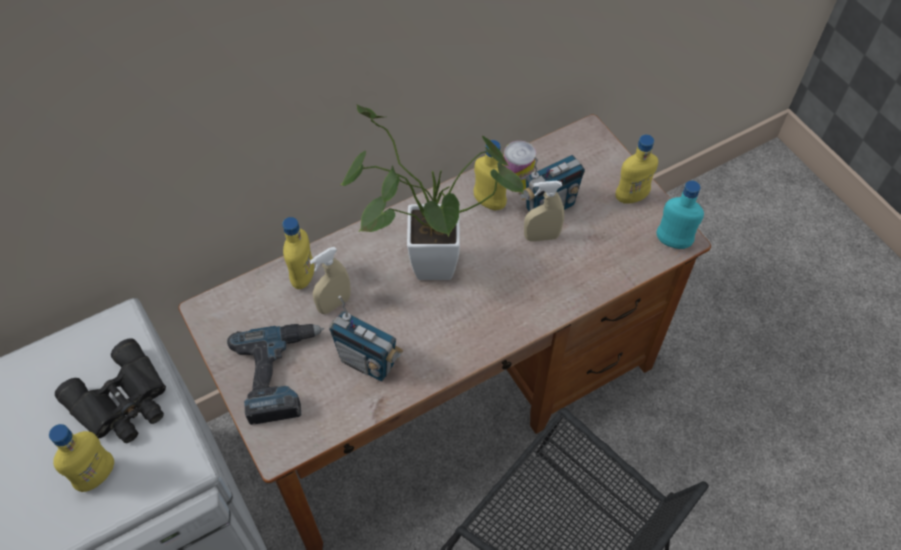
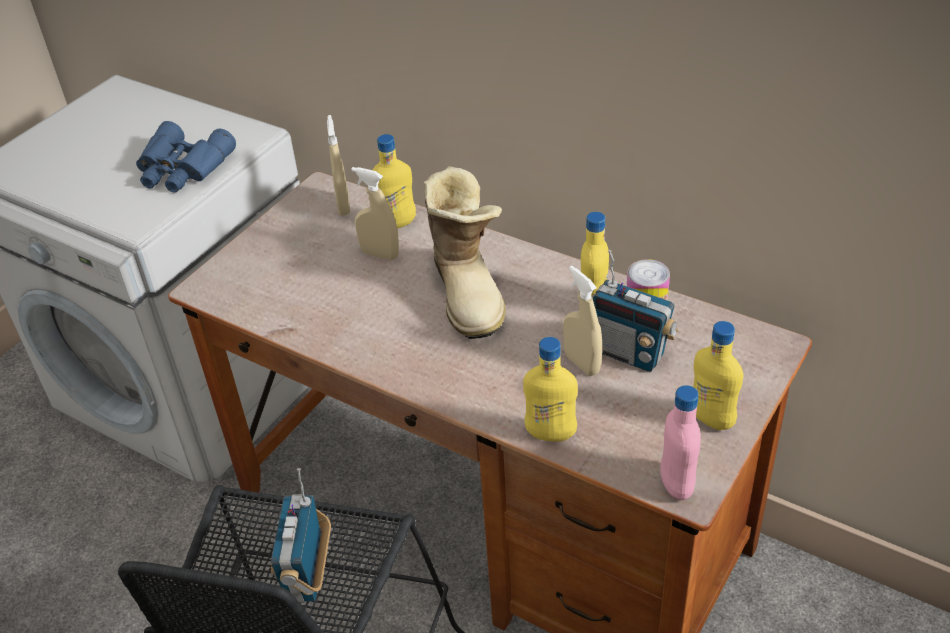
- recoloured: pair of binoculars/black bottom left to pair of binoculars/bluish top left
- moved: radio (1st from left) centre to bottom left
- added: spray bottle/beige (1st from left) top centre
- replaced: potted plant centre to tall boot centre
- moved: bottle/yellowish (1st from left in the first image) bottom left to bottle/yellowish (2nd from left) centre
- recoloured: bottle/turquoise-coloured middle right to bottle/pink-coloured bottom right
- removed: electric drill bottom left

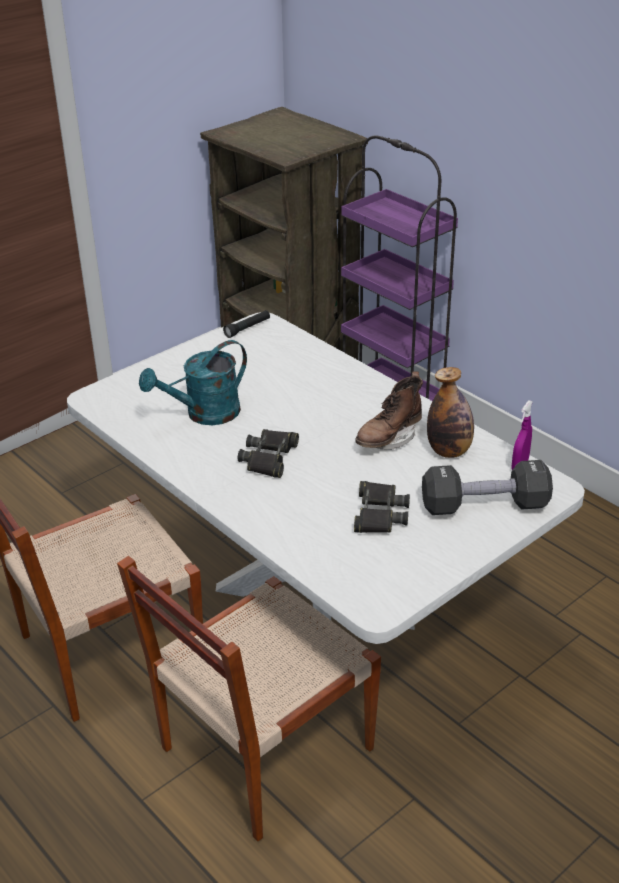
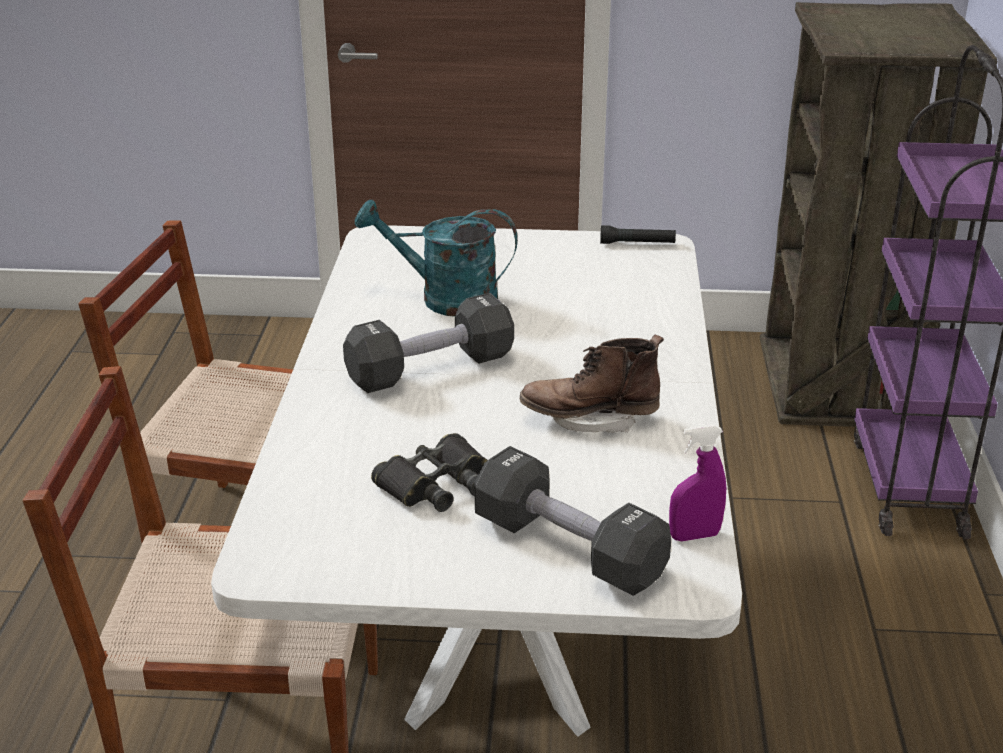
- replaced: pair of binoculars/black (1st from left) centre to dumbbell/black (1st from left) centre
- removed: bottle middle right

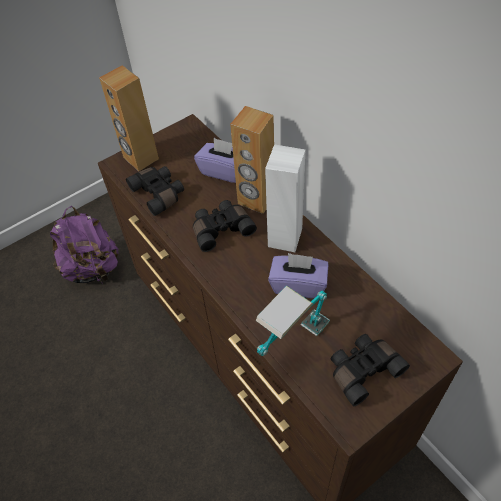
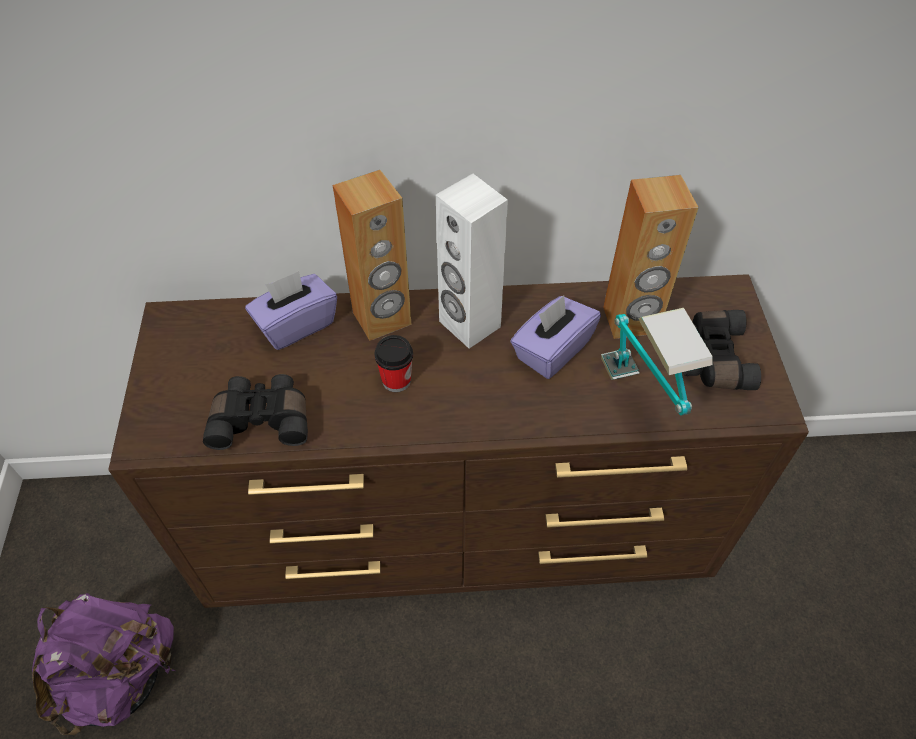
- replaced: pair of binoculars/black (2nd from left) centre to cup centre
- moved: loudspeaker/brownish (1st from left in the first image) top left to loudspeaker/brownish (2nd from left) middle right

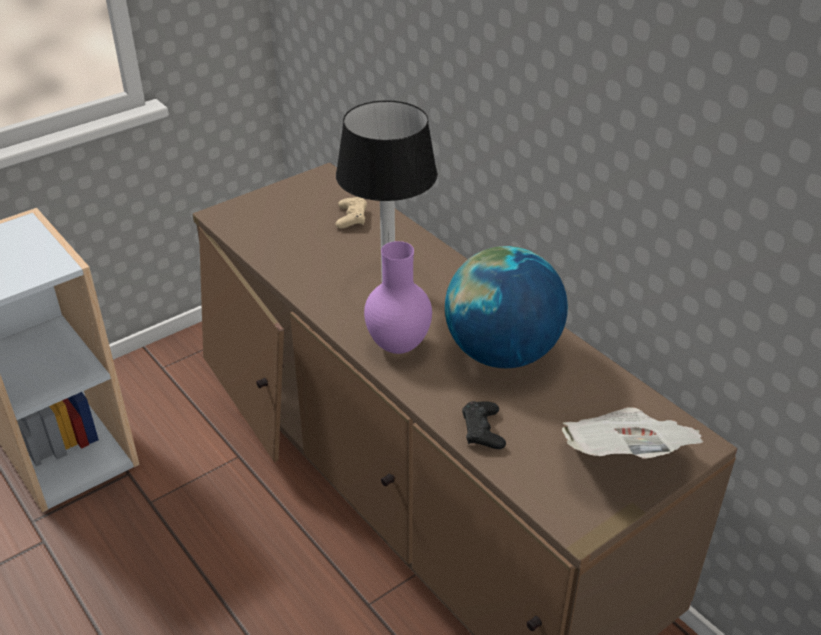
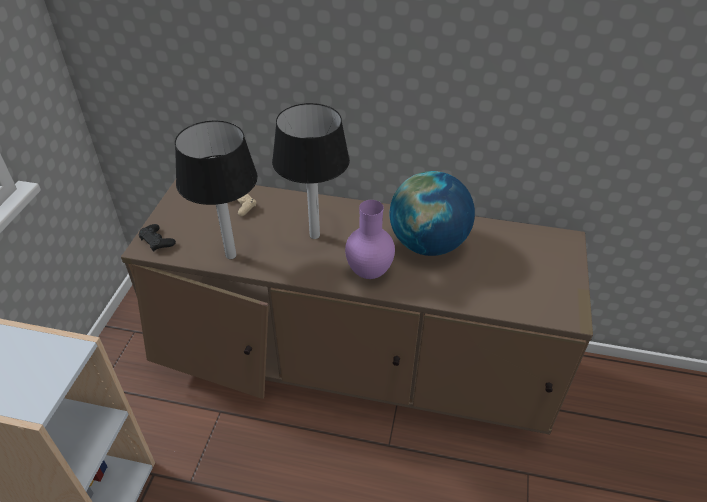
- moved: game controller/black bottom centre to middle left
- added: tabletop lamp (1st from left) middle left
- removed: daily paper bottom right

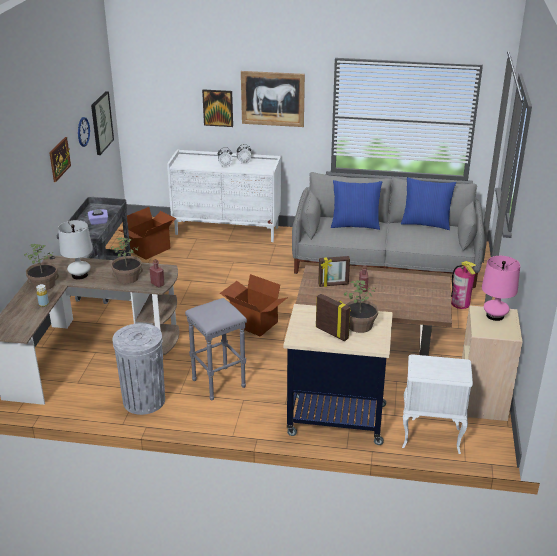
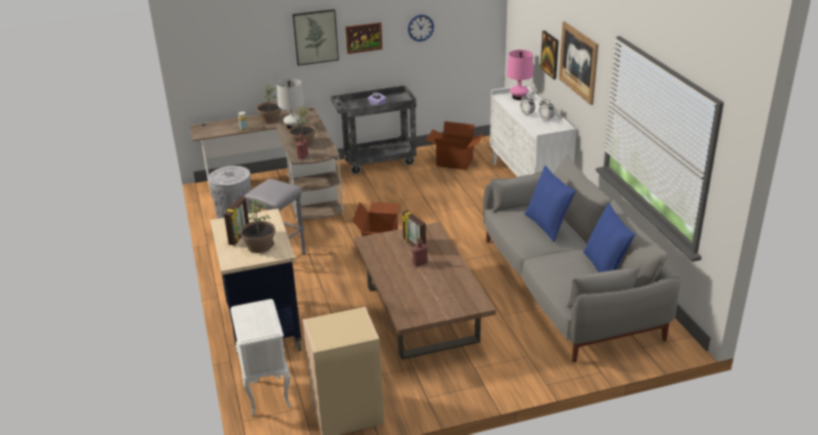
- moved: wall picture (2nd from left in the first image) top left to wall picture (1st from left) top centre
- moved: tabletop lamp/pink-coloured middle right to top centre
- removed: fire-fighting cylinder middle right

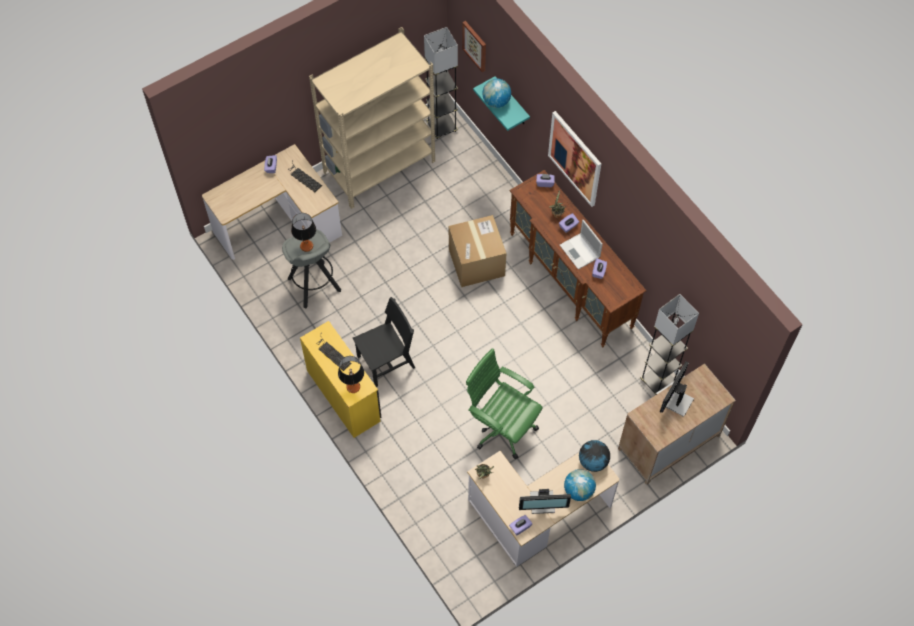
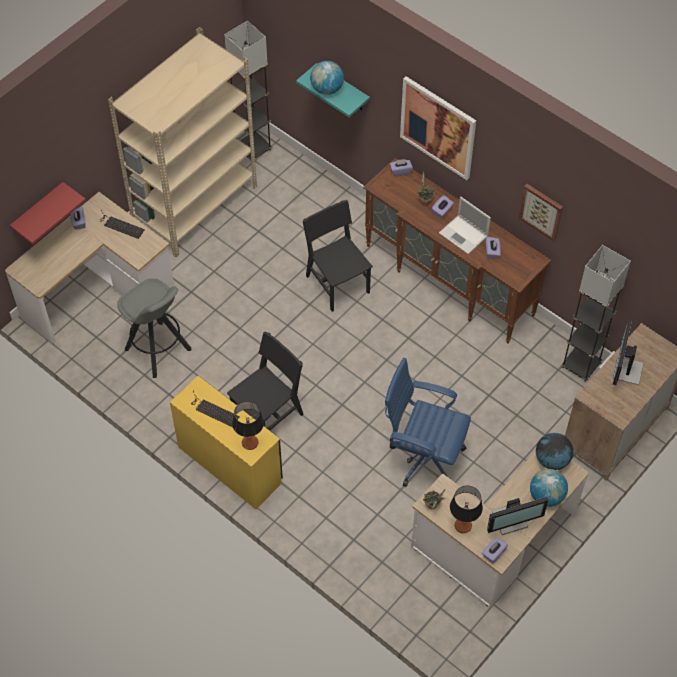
- added: shelf/red-coloured top left
- replaced: cardboard box centre to chair/black (2nd from left) centre
- recoloured: desk chair/green centre to desk chair/bluish centre
- moved: tabletop lamp (1st from left in the first image) middle left to tabletop lamp (2nd from left) bottom right
- moved: wall picture (1st from left in the first image) top centre to wall picture (2nd from left) top right

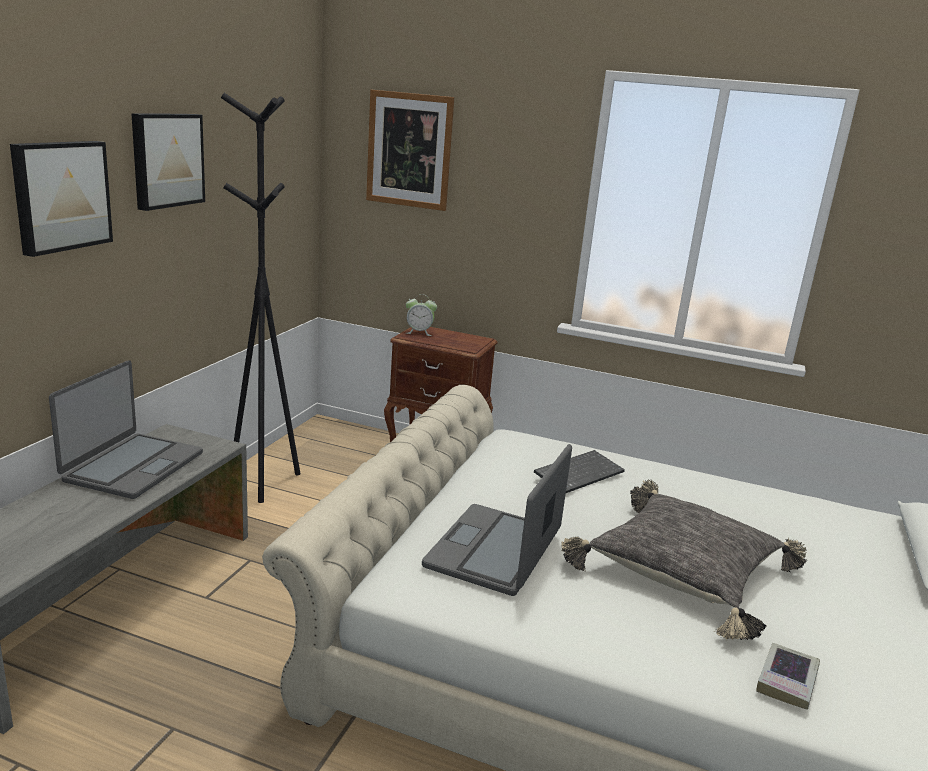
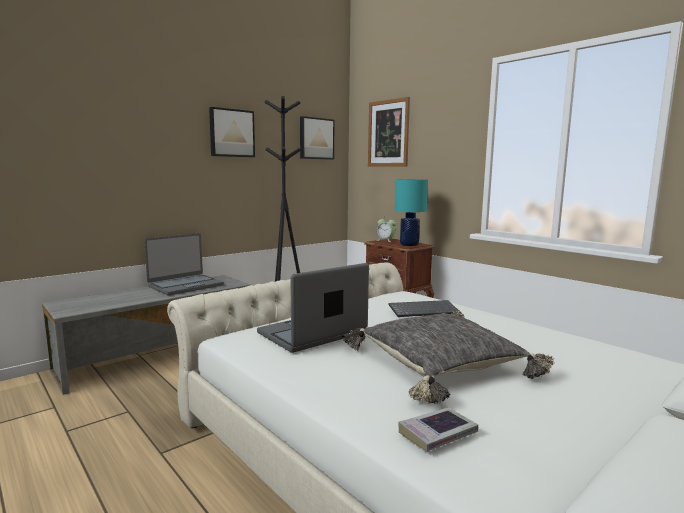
- moved: wall picture (1st from left in the first image) top left to wall picture (2nd from left) top centre
- added: tabletop lamp/turquoise-coloured centre

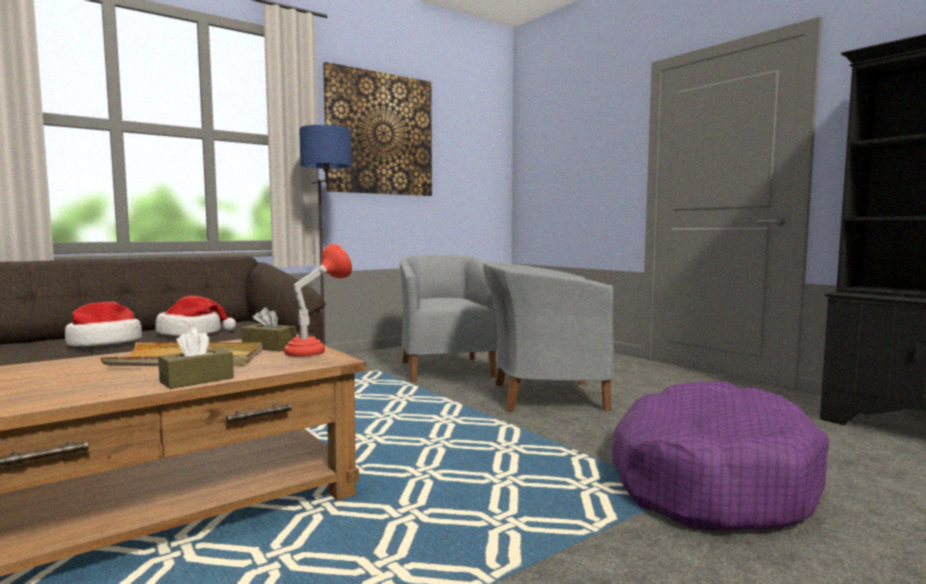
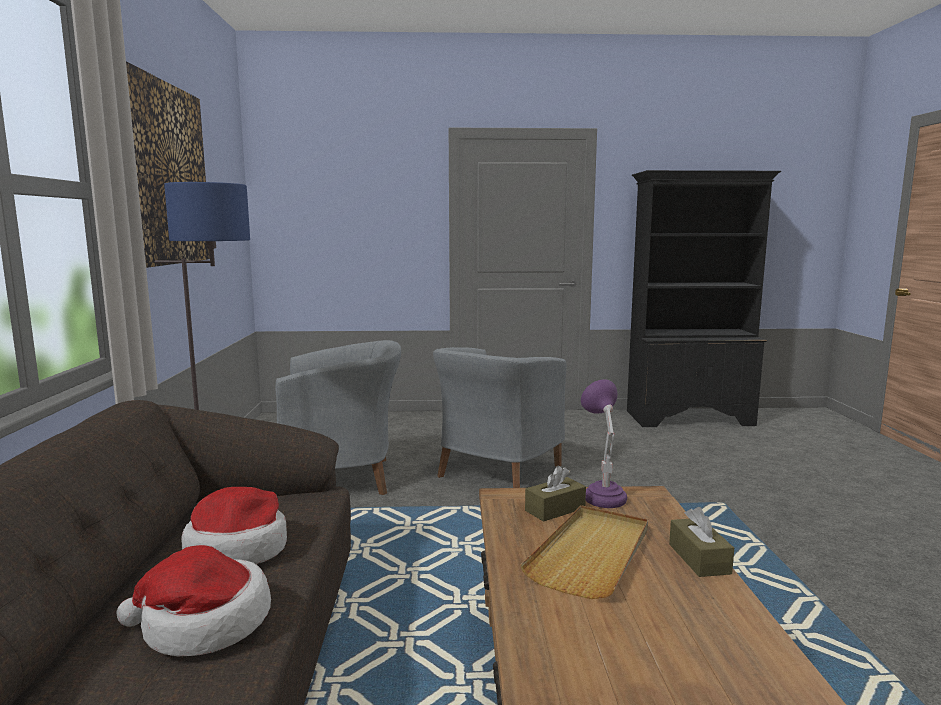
- turned: easy chair/gray (1st from left) centre = centre 150 degrees clockwise
- recoloured: tabletop lamp/red-coloured centre to tabletop lamp/purplish centre
- removed: pet bed/purplish bottom right

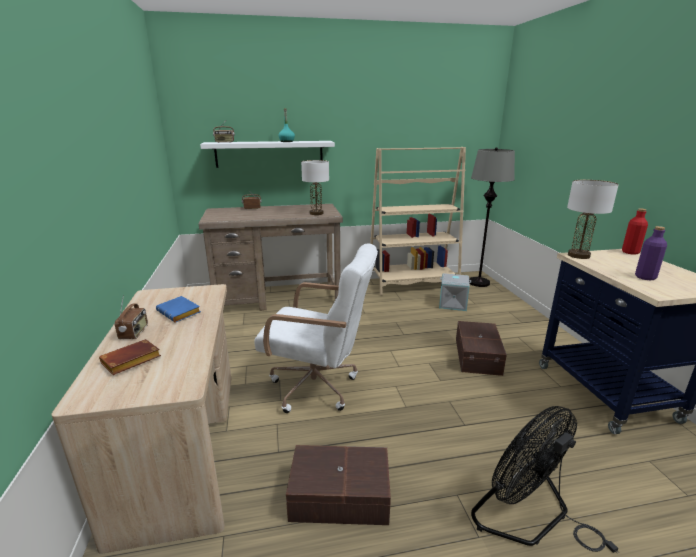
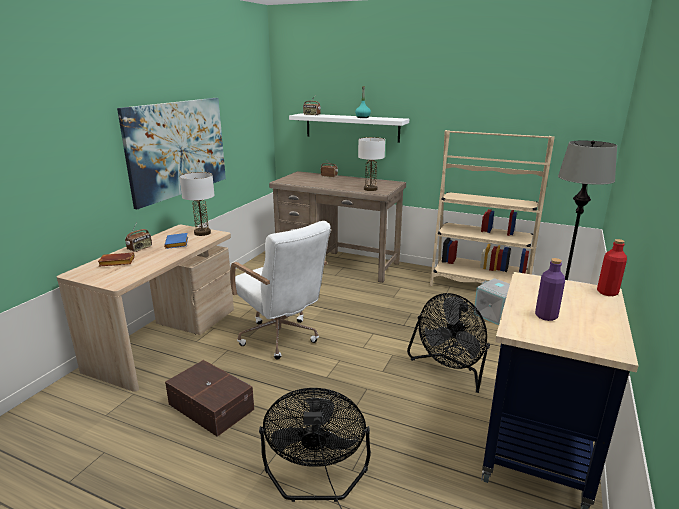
- added: wall picture top left
- moved: tabletop lamp (2nd from left in the first image) middle right to tabletop lamp (1st from left) middle left
- replaced: storage bin/brownish (2nd from left) middle right to electric fan/black (2nd from left) bottom centre

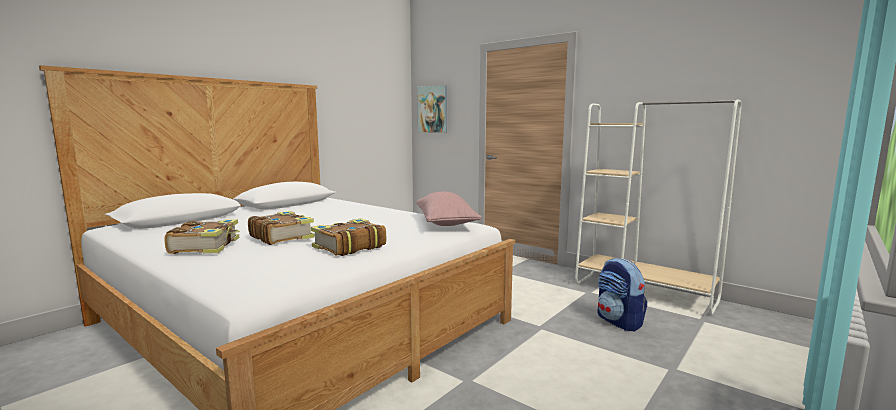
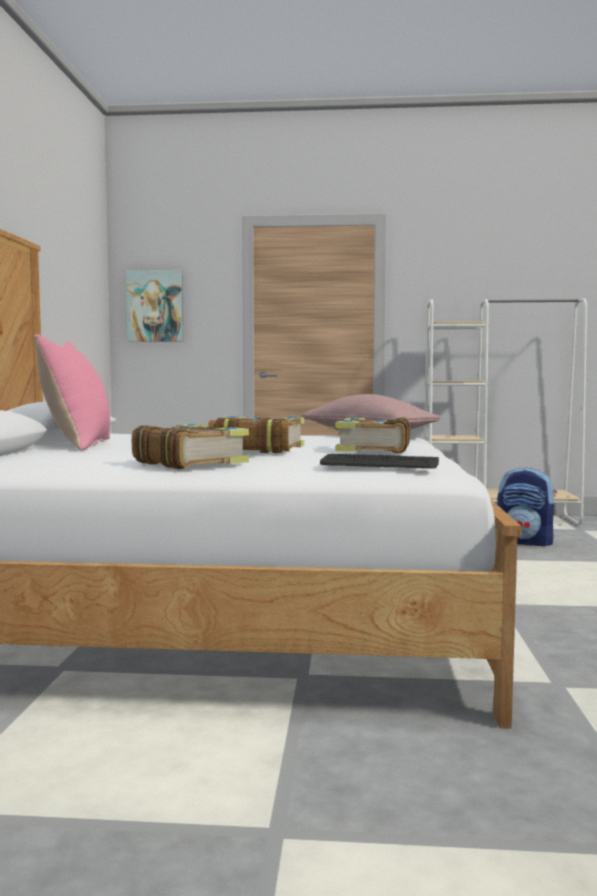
- added: cushion/pink-coloured (1st from left) middle left
- added: computer keyboard centre

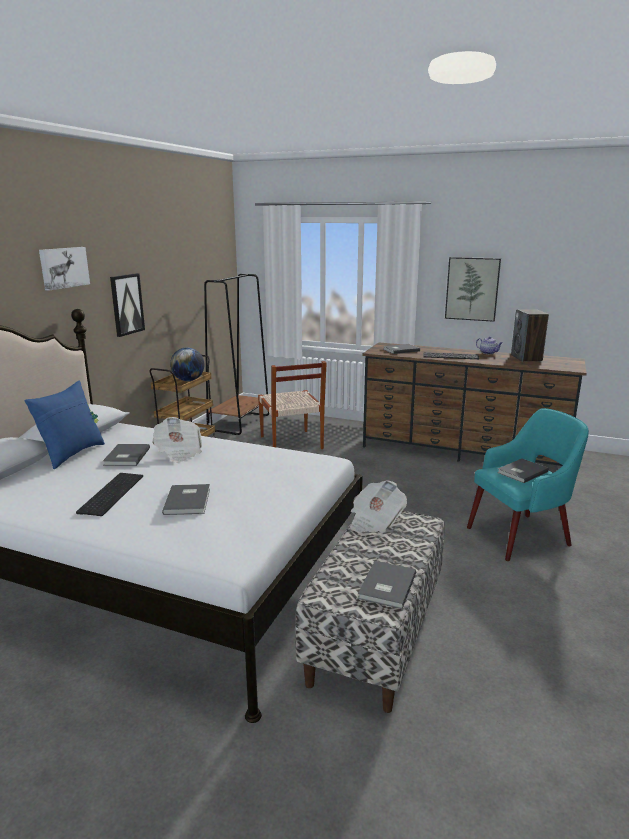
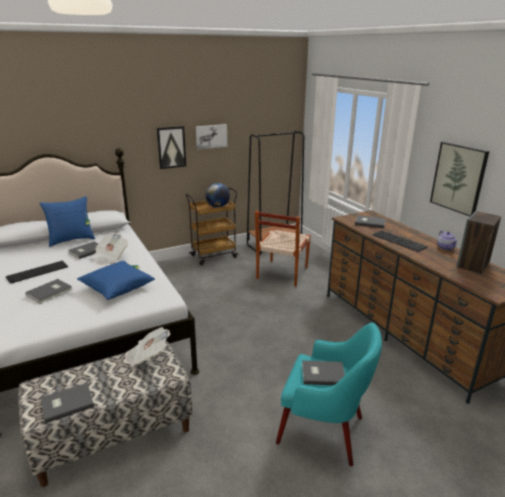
- added: cushion/bluish (2nd from left) middle left
- moved: wall picture (1st from left in the first image) top left to wall picture (2nd from left) top centre

